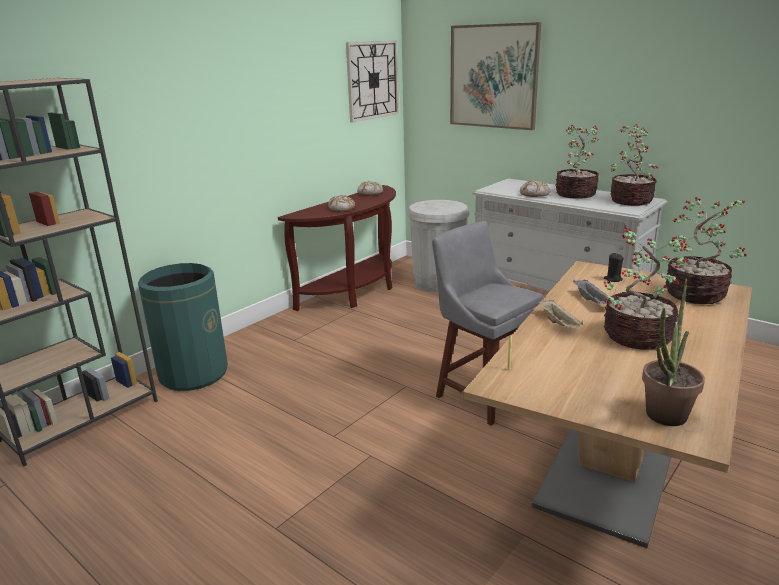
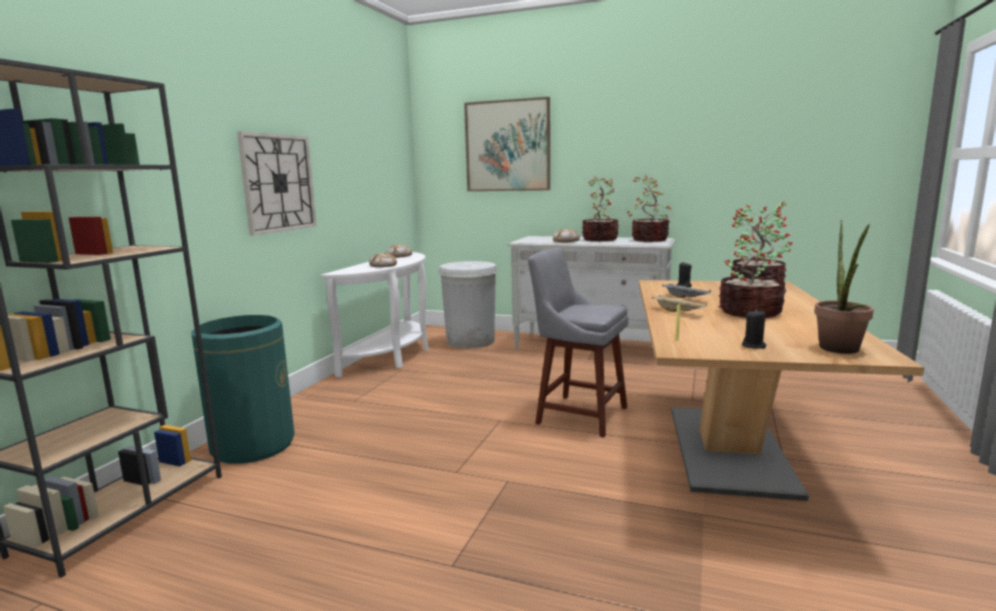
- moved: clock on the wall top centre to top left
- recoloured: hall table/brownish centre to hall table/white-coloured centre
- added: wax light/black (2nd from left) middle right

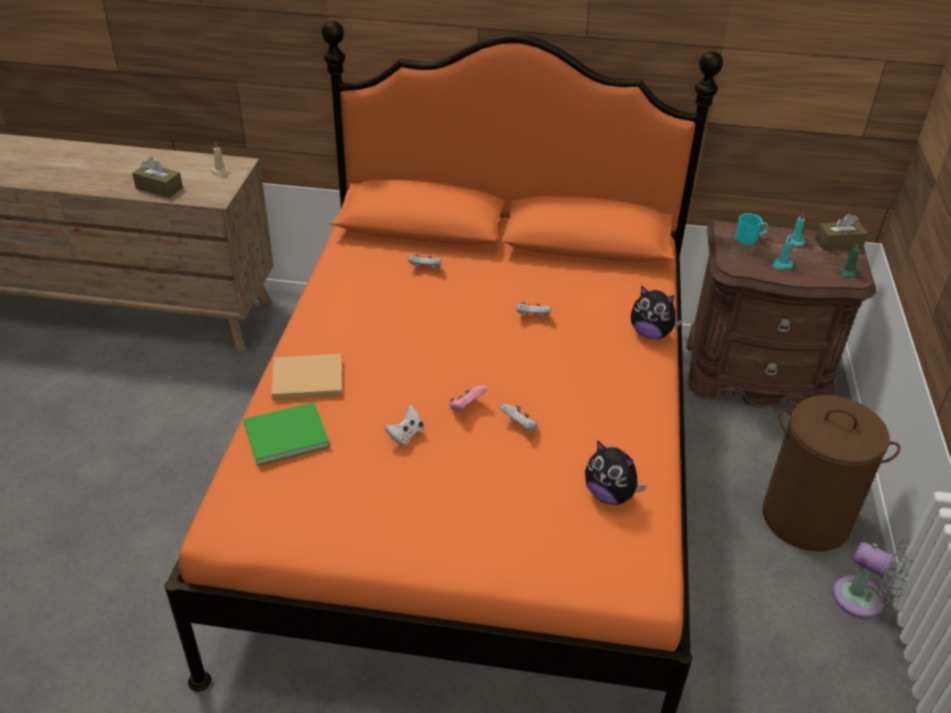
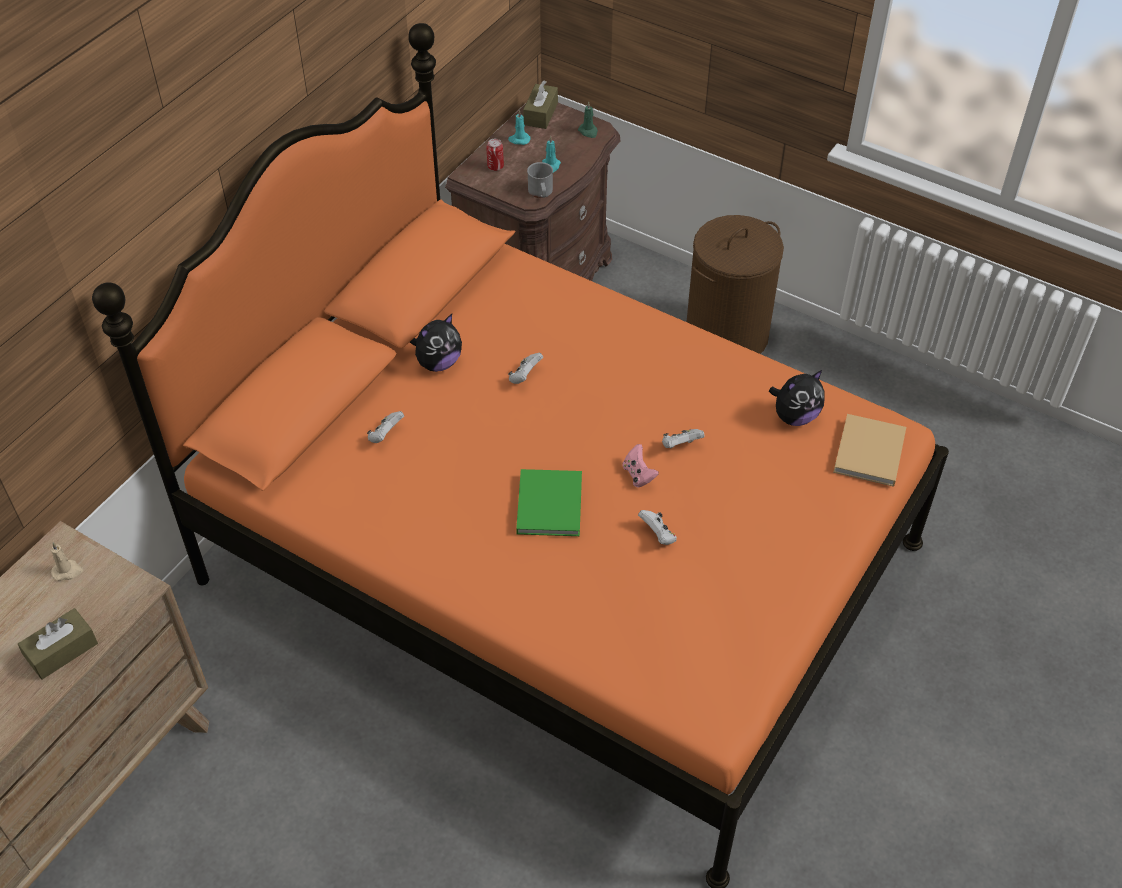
- moved: cuddly toy (2nd from left in the first image) middle right to cuddly toy (1st from left) centre
- replaced: tea mug/turquoise-coloured top right to can top centre
- moved: book/green middle left to centre
- added: tea mug/gray top centre
- moved: book/beige middle left to middle right
- removed: electric fan/gray bottom right

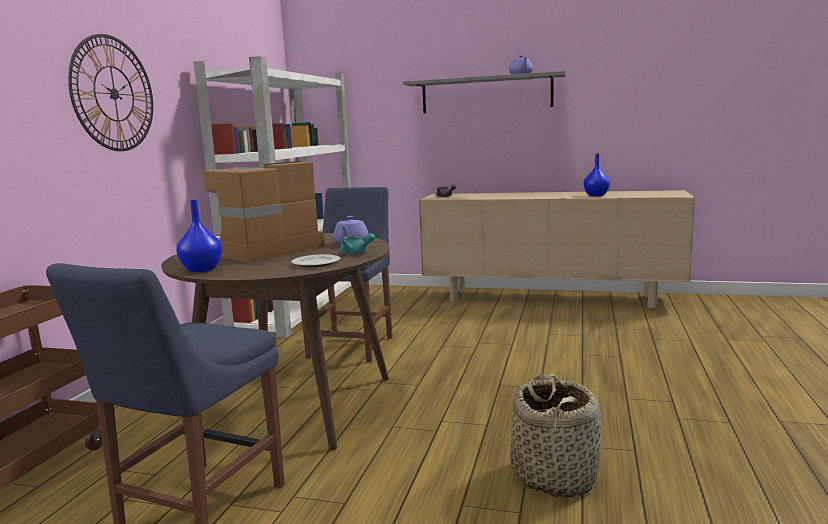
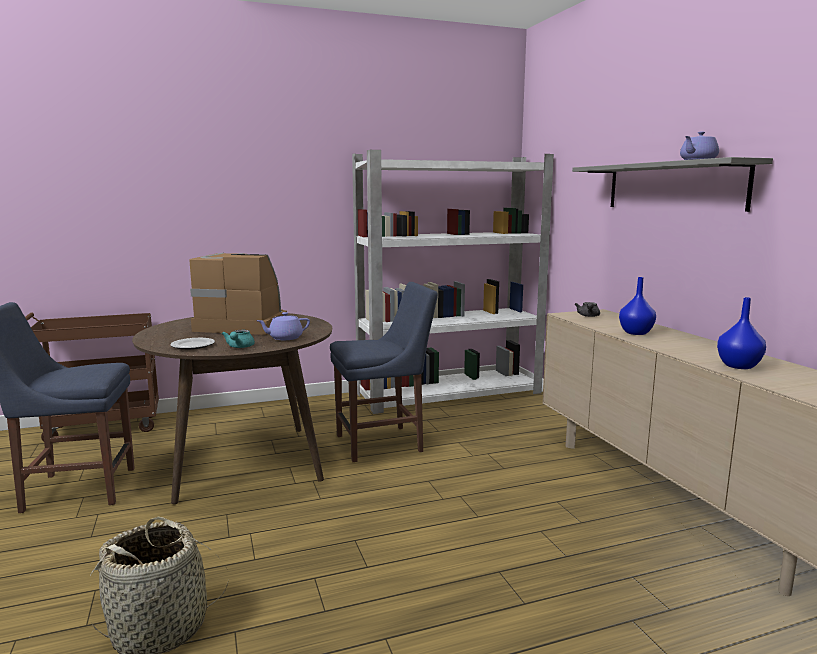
- moved: flower vase/bluish (1st from left) middle left to middle right
- removed: clock on the wall top left

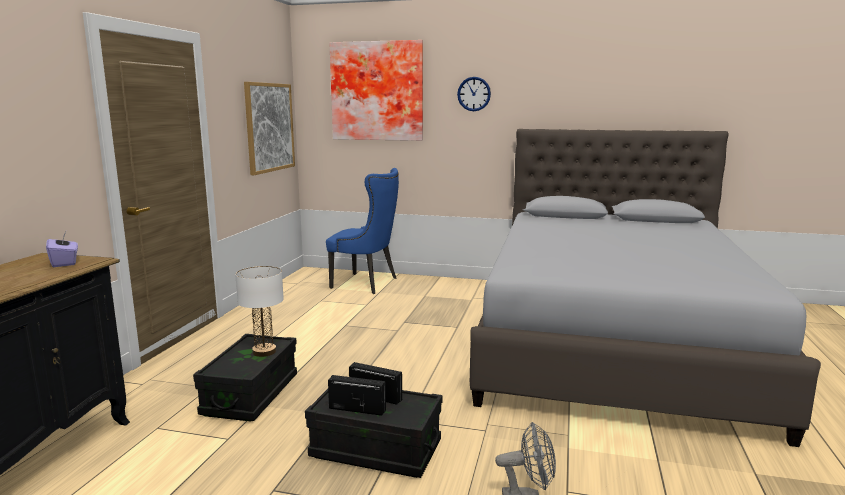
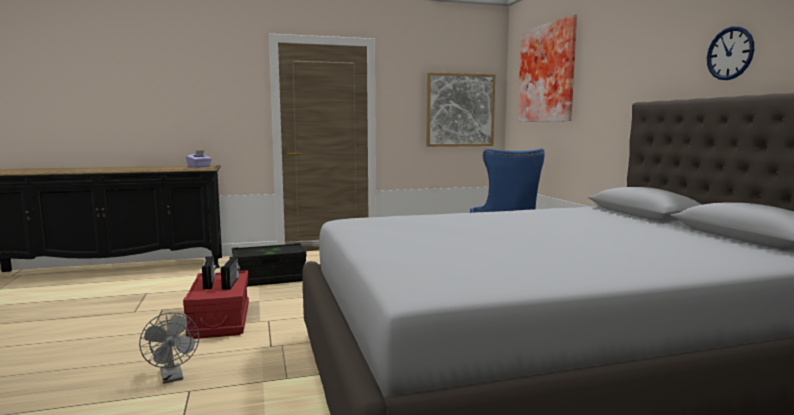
- recoloured: storage bin/black (2nd from left) bottom centre to storage bin/red-coloured bottom left
- moved: clock on the wall top centre to top right
- removed: tabletop lamp middle left

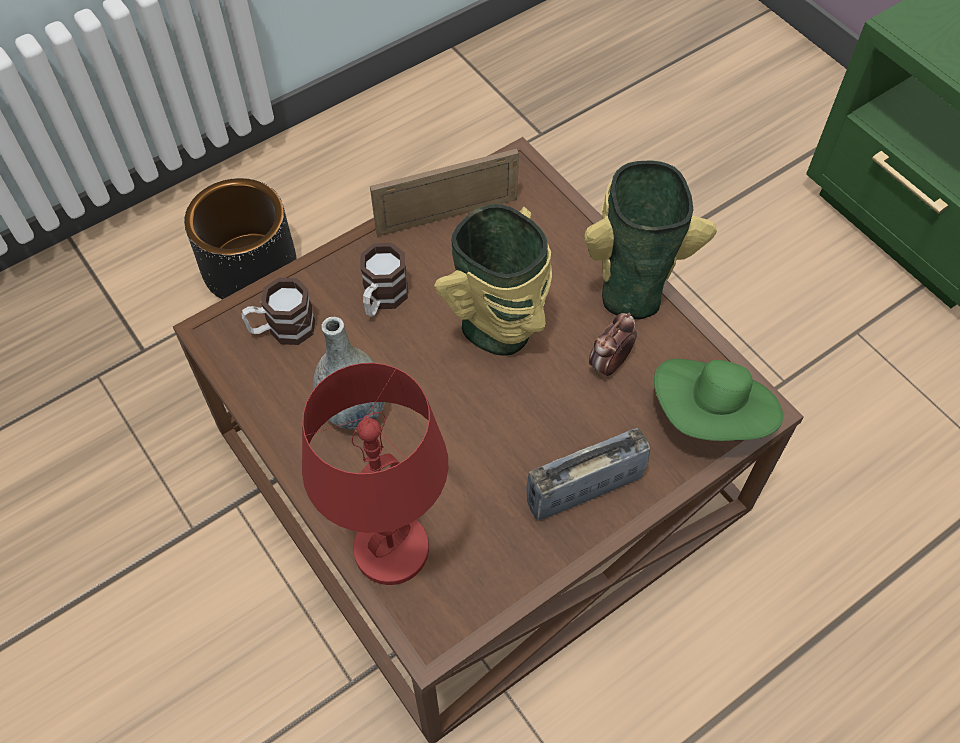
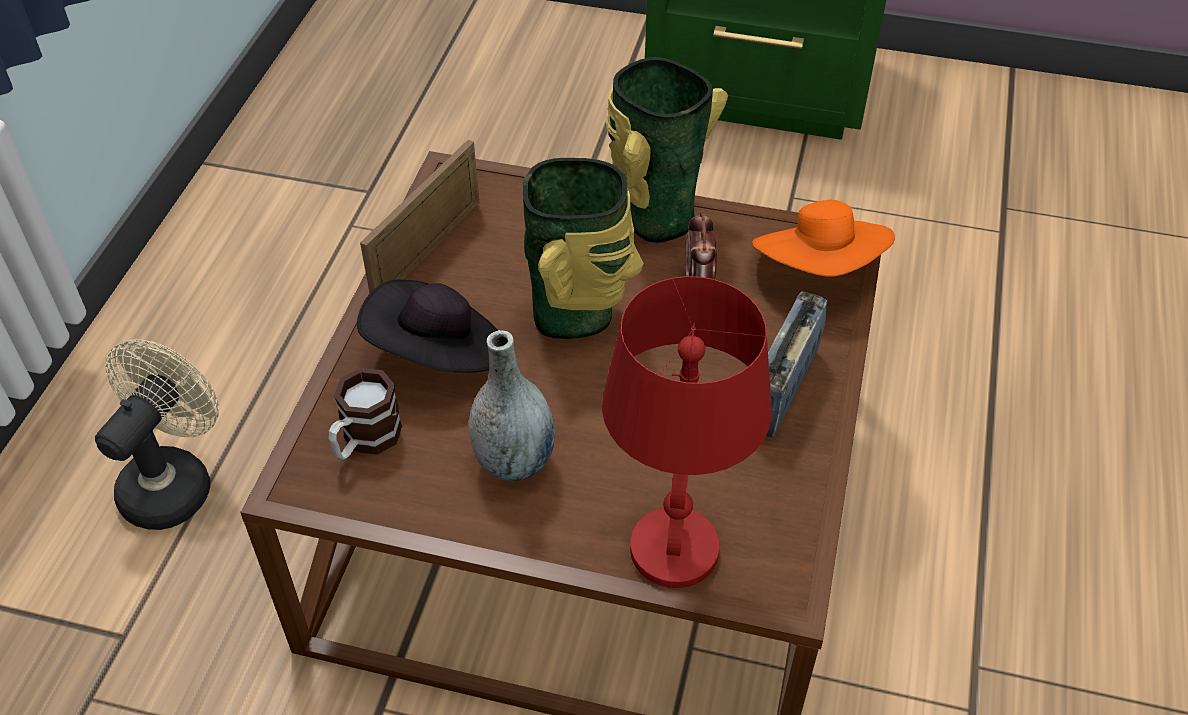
- replaced: plant pot/black top left to electric fan/beige middle left
- replaced: tea mug (2nd from left) centre to wearable hat/black centre
- recoloured: wearable hat/green middle right to wearable hat/orange top right

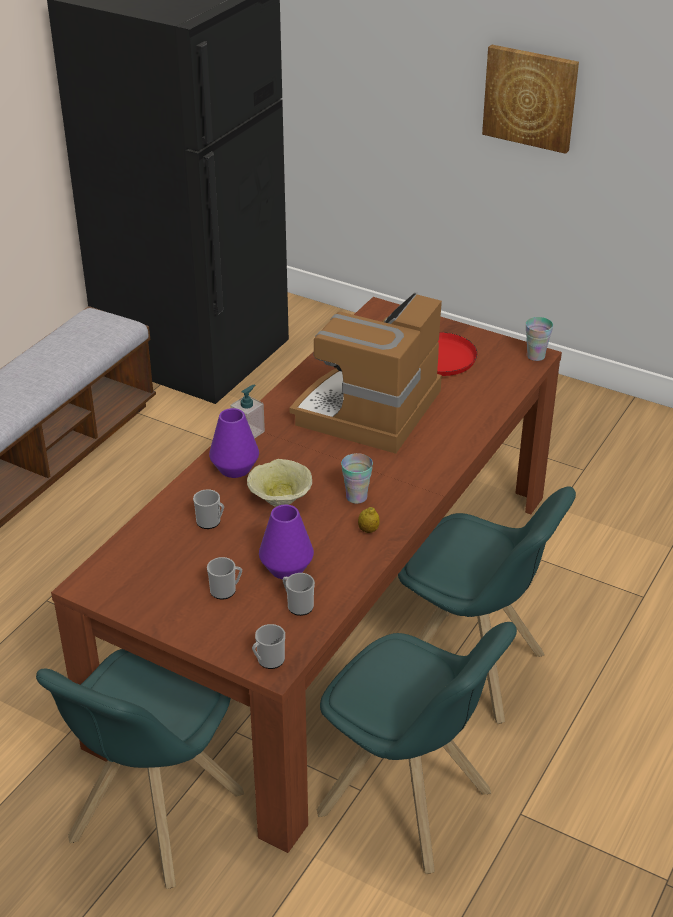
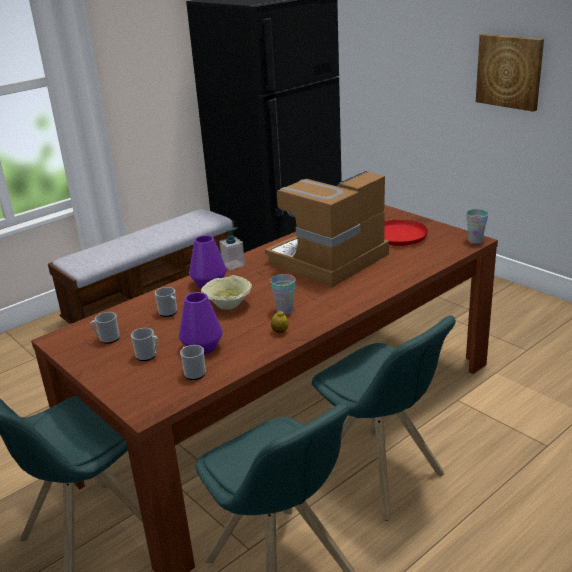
- moved: tea mug (3rd from left in the first image) bottom centre to tea mug (1st from left) middle left

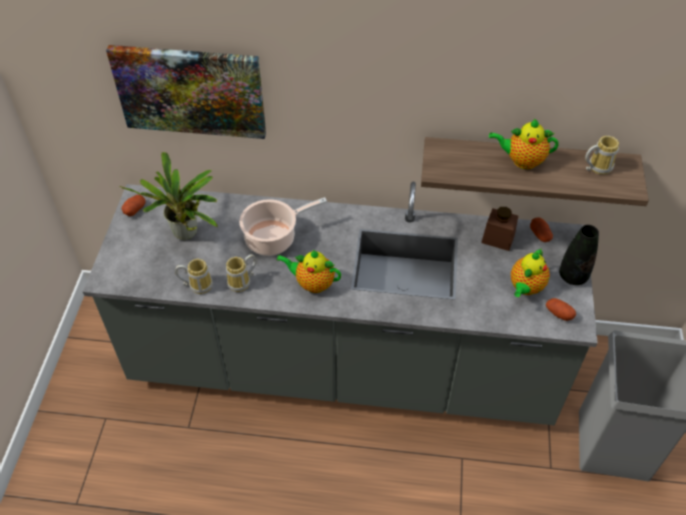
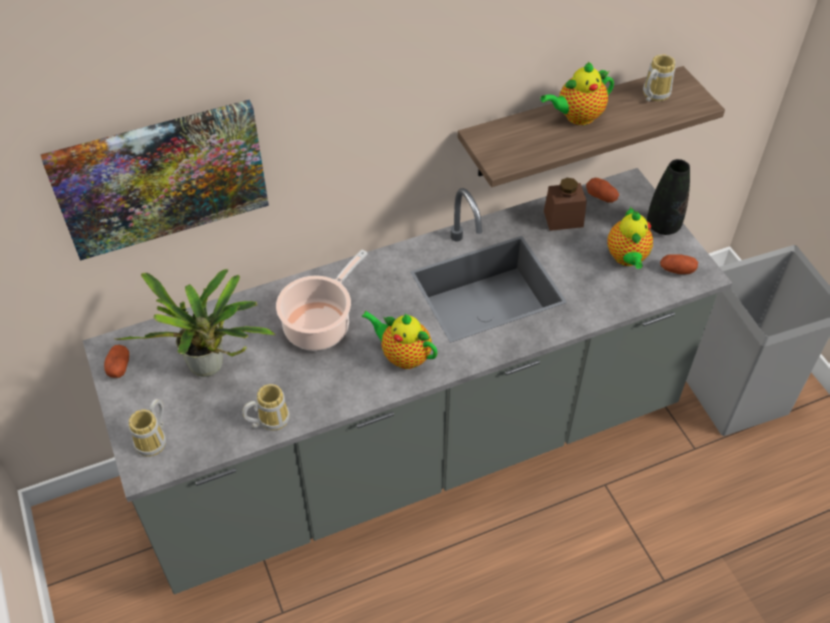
- moved: tea mug (2nd from left in the first image) centre to tea mug (1st from left) bottom left
- turned: teapot (1st from left) centre = centre 45 degrees clockwise

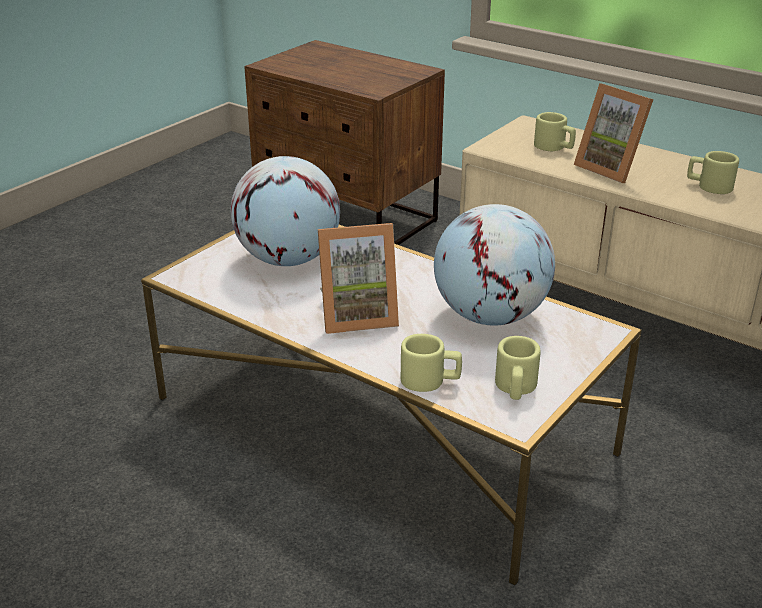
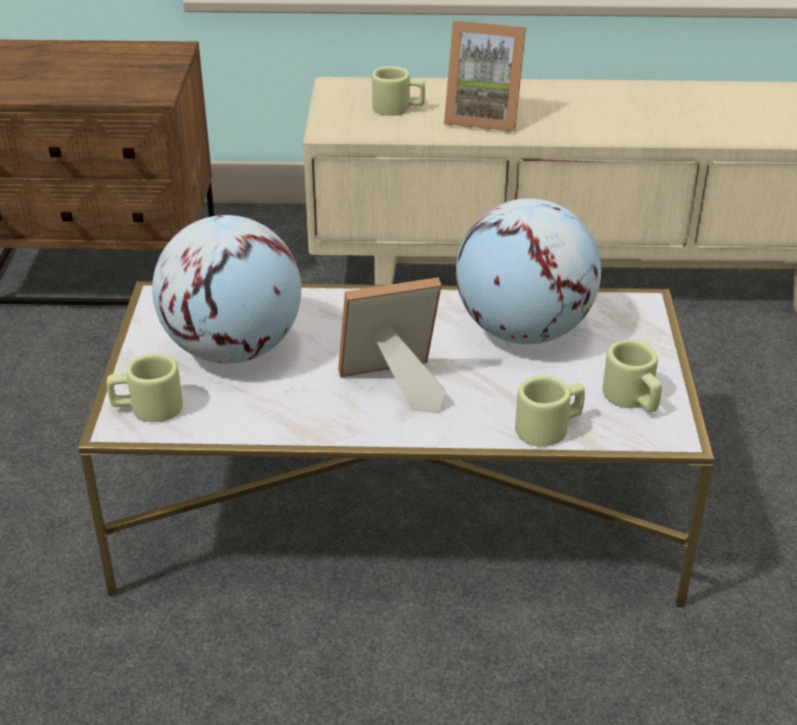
- moved: tea mug/beige (4th from left in the first image) top right to tea mug/beige (1st from left) middle left
- turned: standing frame (1st from left) centre = centre 150 degrees counterclockwise

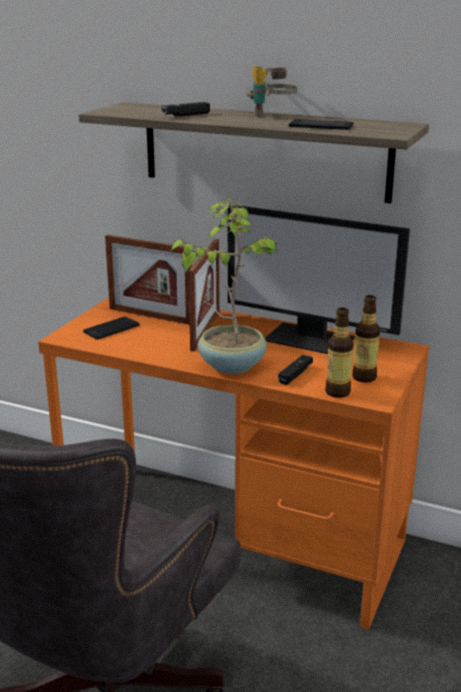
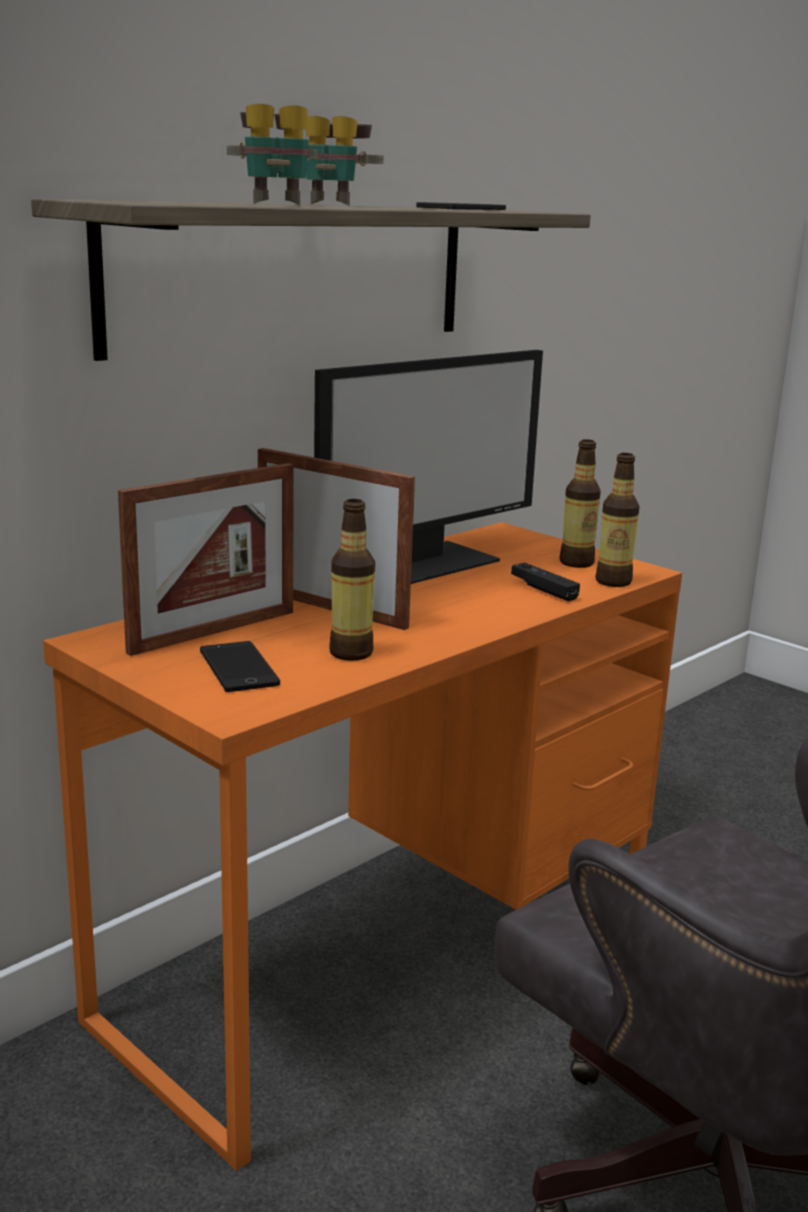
- replaced: game controller/black (1st from left) top centre to pair of binoculars (1st from left) top centre
- added: bottle (1st from left) centre
- removed: potted plant centre

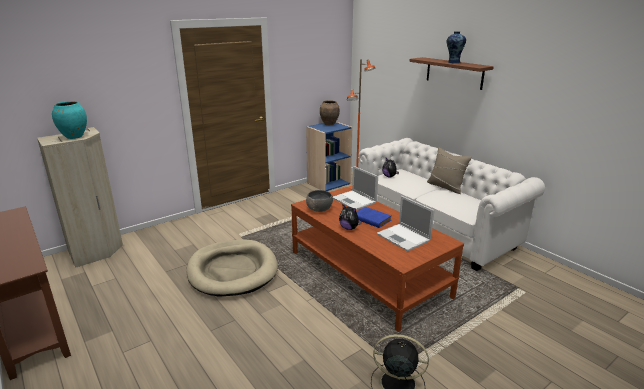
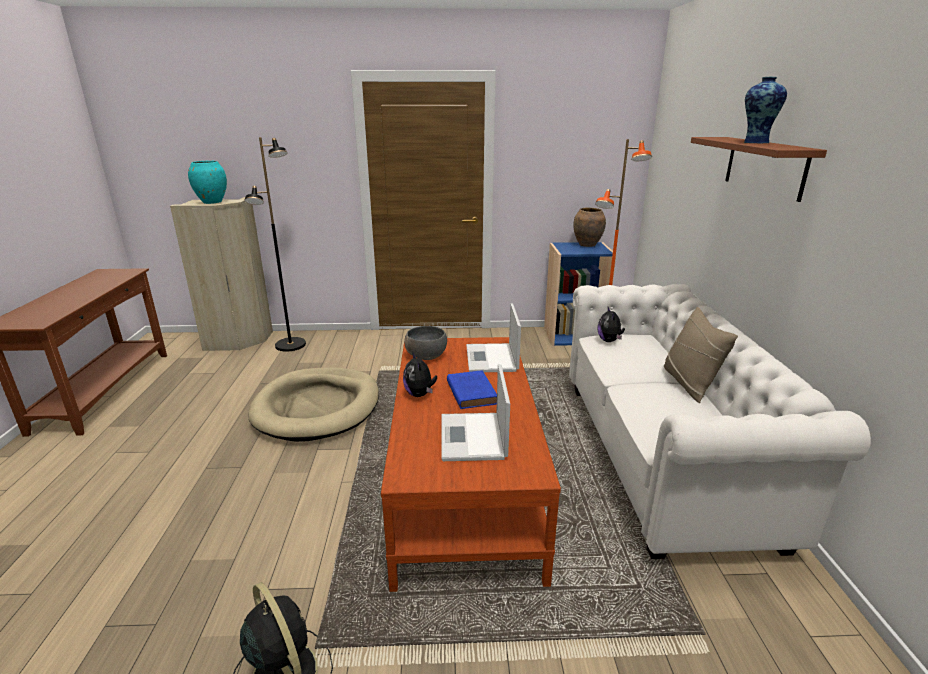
- added: standard lamp/black middle left

